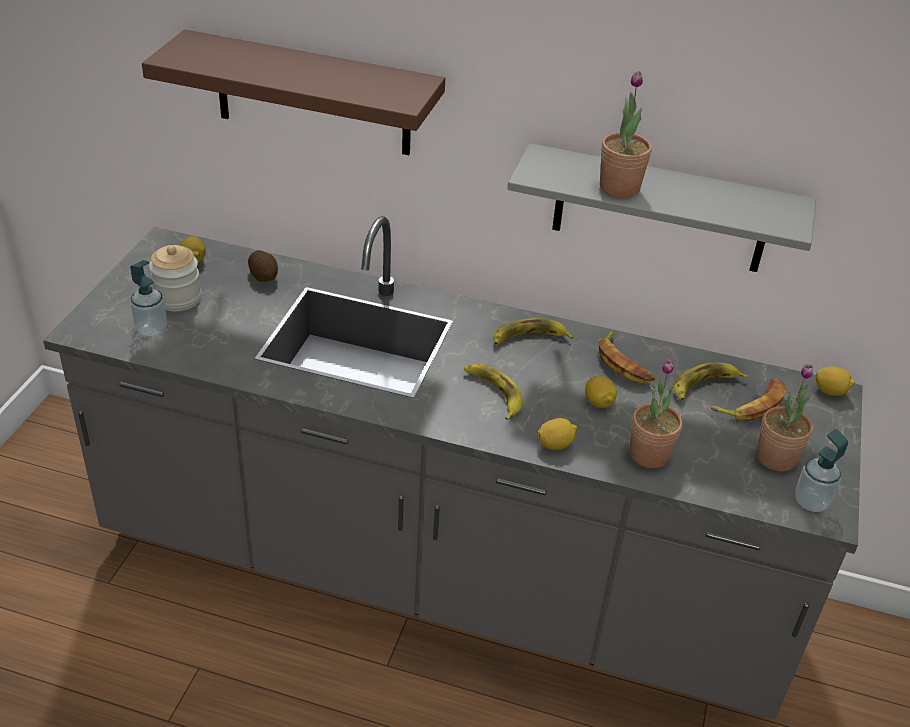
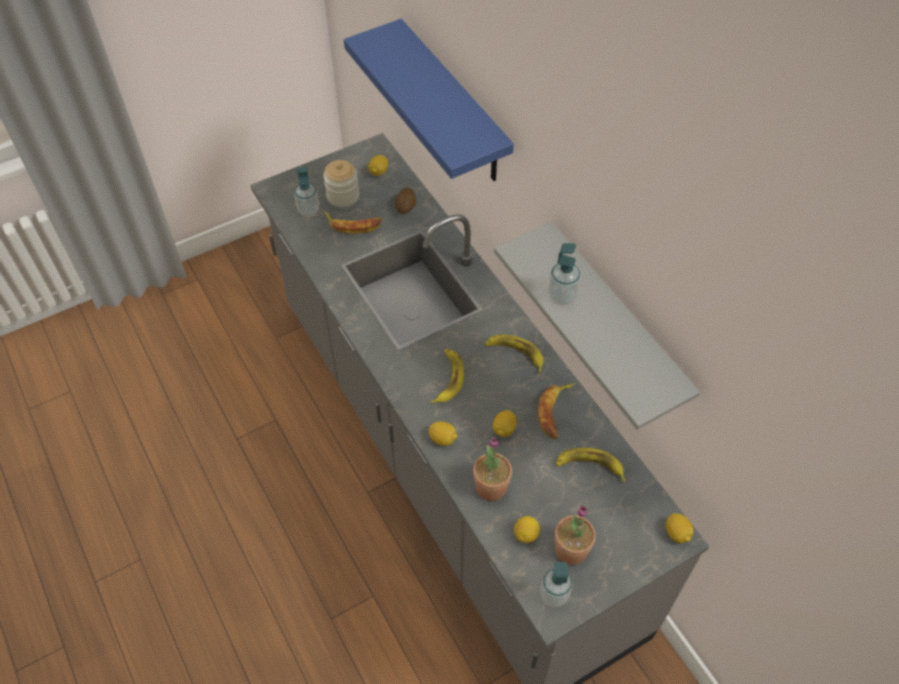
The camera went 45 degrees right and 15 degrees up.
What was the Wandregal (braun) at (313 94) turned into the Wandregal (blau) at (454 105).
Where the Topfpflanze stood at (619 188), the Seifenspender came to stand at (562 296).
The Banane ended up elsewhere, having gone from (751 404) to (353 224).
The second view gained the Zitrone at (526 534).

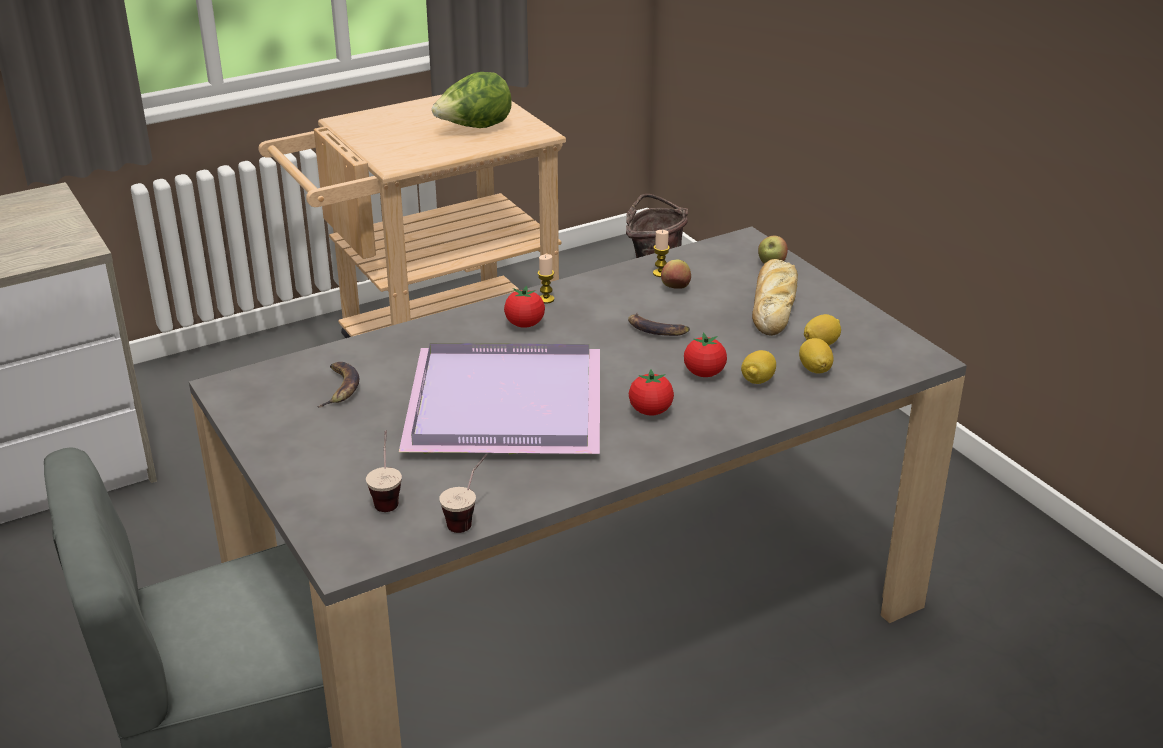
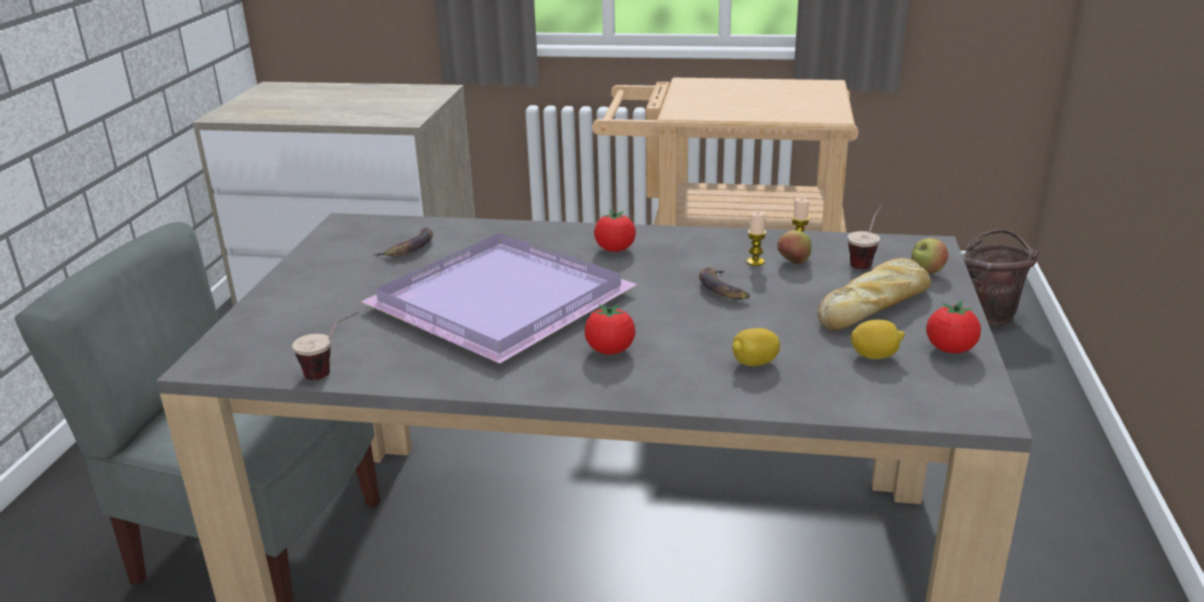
The camera went 40 degrees right and 5 degrees down.
The second view lost the Salatkopf at (474 128).
The Kerze ended up elsewhere, having gone from (546 299) to (755 262).
The Tomate ended up elsewhere, having gone from (704 373) to (950 349).
The second view lost the Zitrone at (814 369).
The Tasse ended up elsewhere, having gone from (387 496) to (866 261).

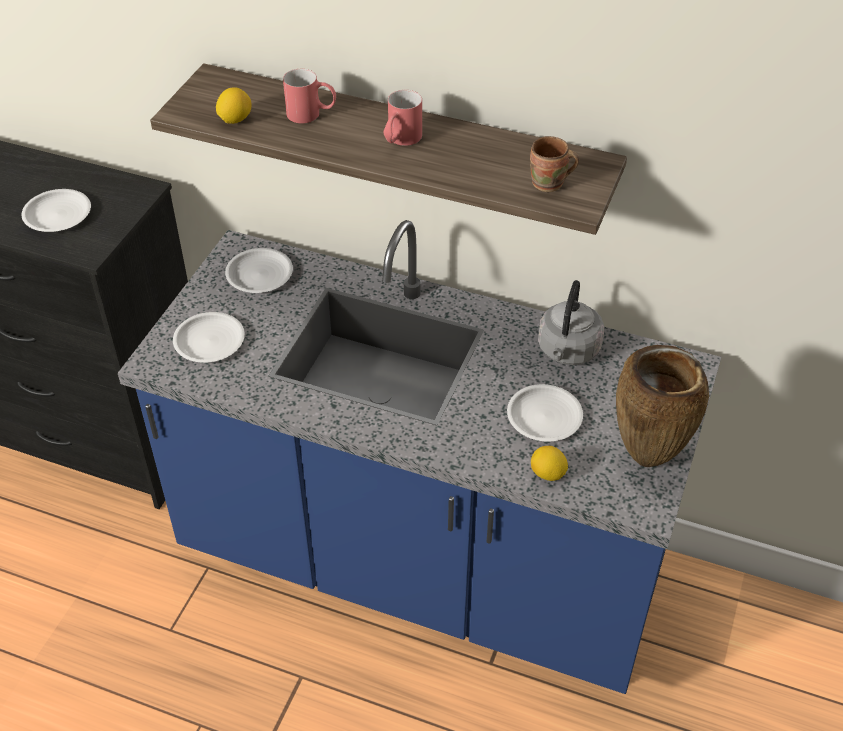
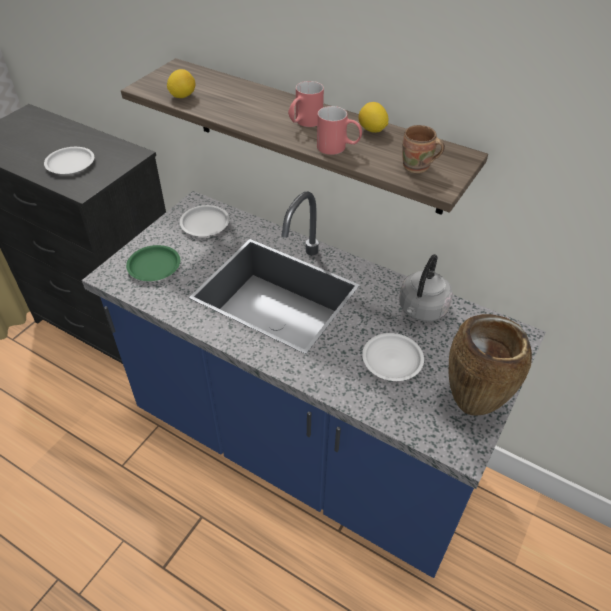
The camera went 10 degrees right and 0 degrees up.
The Henkelbecher (rot) ended up elsewhere, having gone from (312 114) to (338 148).
What was the Teller (weiß) at (209 341) turned into the Teller (grün) at (153 266).
The Zitrone ended up elsewhere, having gone from (547 474) to (372 130).

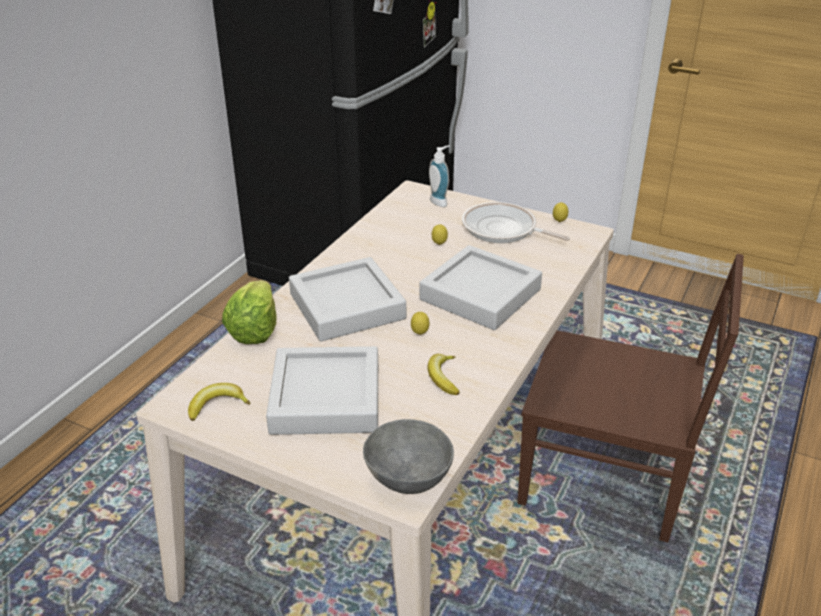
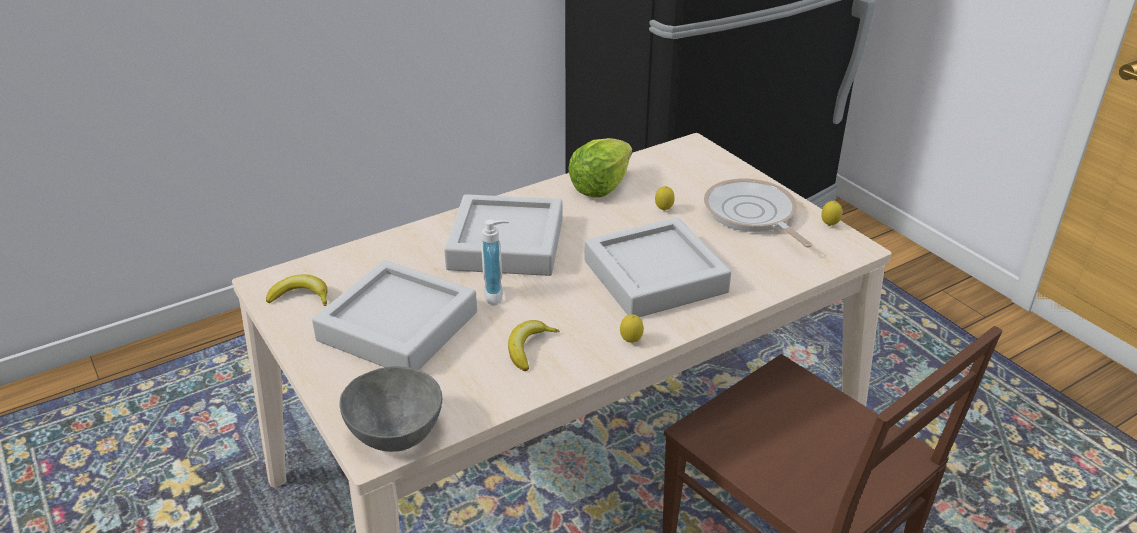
The camera went 30 degrees right and 0 degrees up.
The Seifenspender ended up elsewhere, having gone from (440 201) to (498 295).
The Salatkopf ended up elsewhere, having gone from (254 330) to (600 186).
The Zitrone ended up elsewhere, having gone from (420 334) to (631 342).

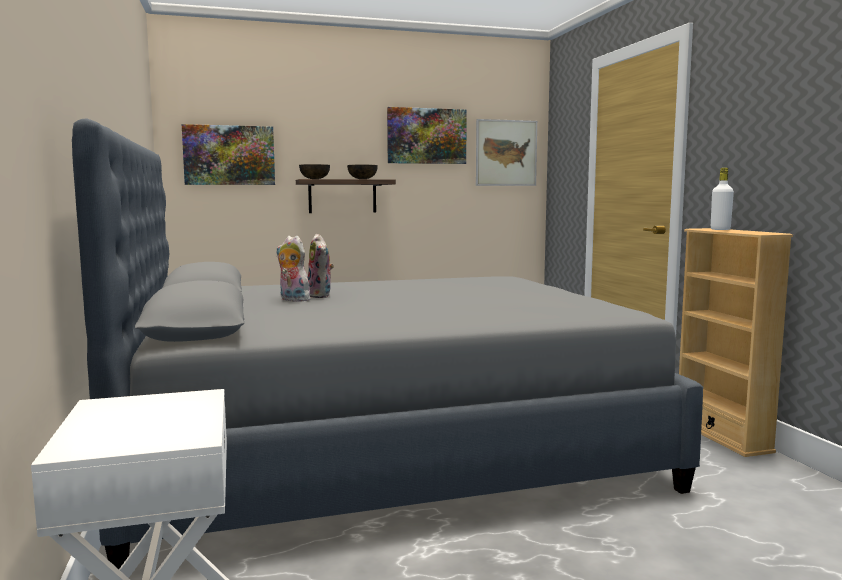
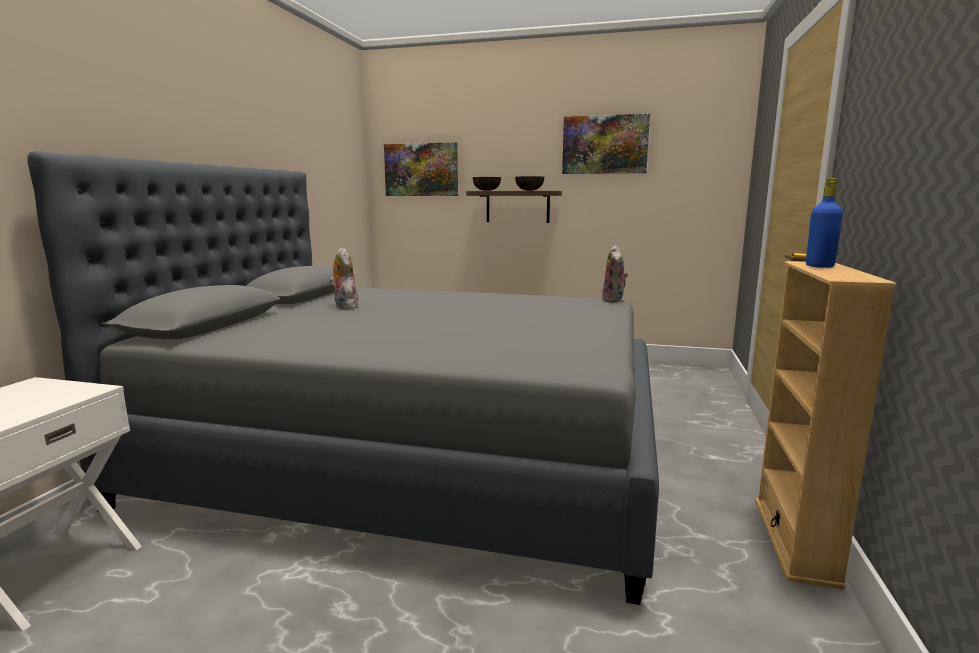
The camera went 30 degrees right and 5 degrees up.
The second view lost the Bild at (506 153).
What was the Flasche (weiß) at (720 229) turned into the Flasche (blau) at (819 266).
The Plüschtier ended up elsewhere, having gone from (321 296) to (614 300).

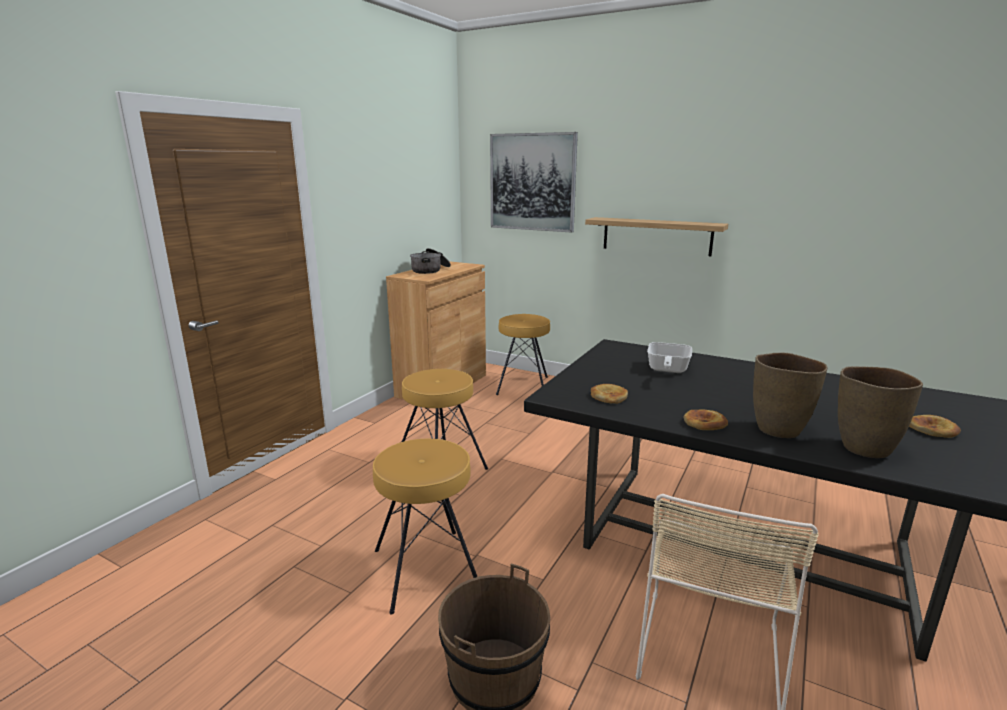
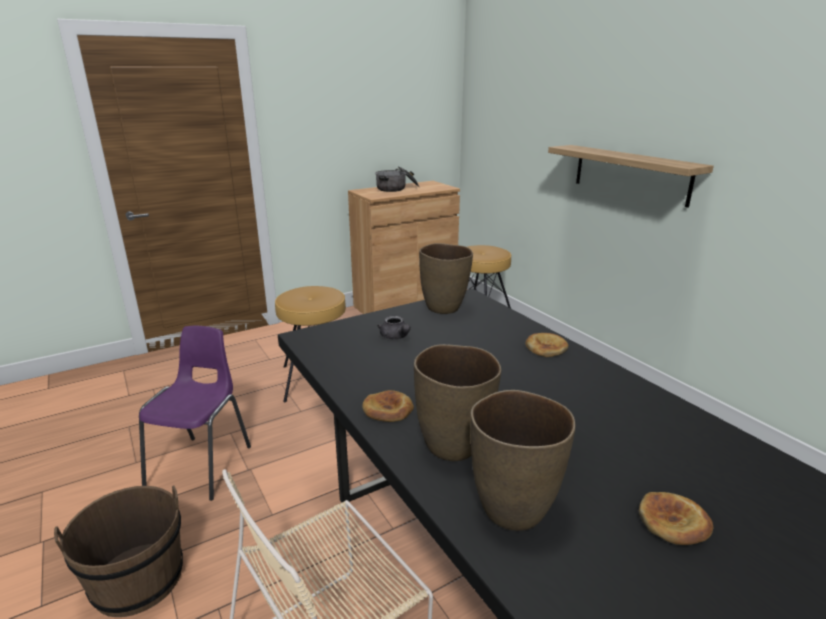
The camera went 30 degrees right and 5 degrees up.
The second view lost the Bild at (532 182).
The second view lost the Pfanne at (666 370).
The Brot ended up elsewhere, having gone from (608 396) to (546 347).
Where the Hocker (braun) stood at (427 569), the Stuhl (lila) came to stand at (202 465).
The second view gained the Vase (braun) at (444 308).
The second view gained the Teekanne (grau) at (395 337).

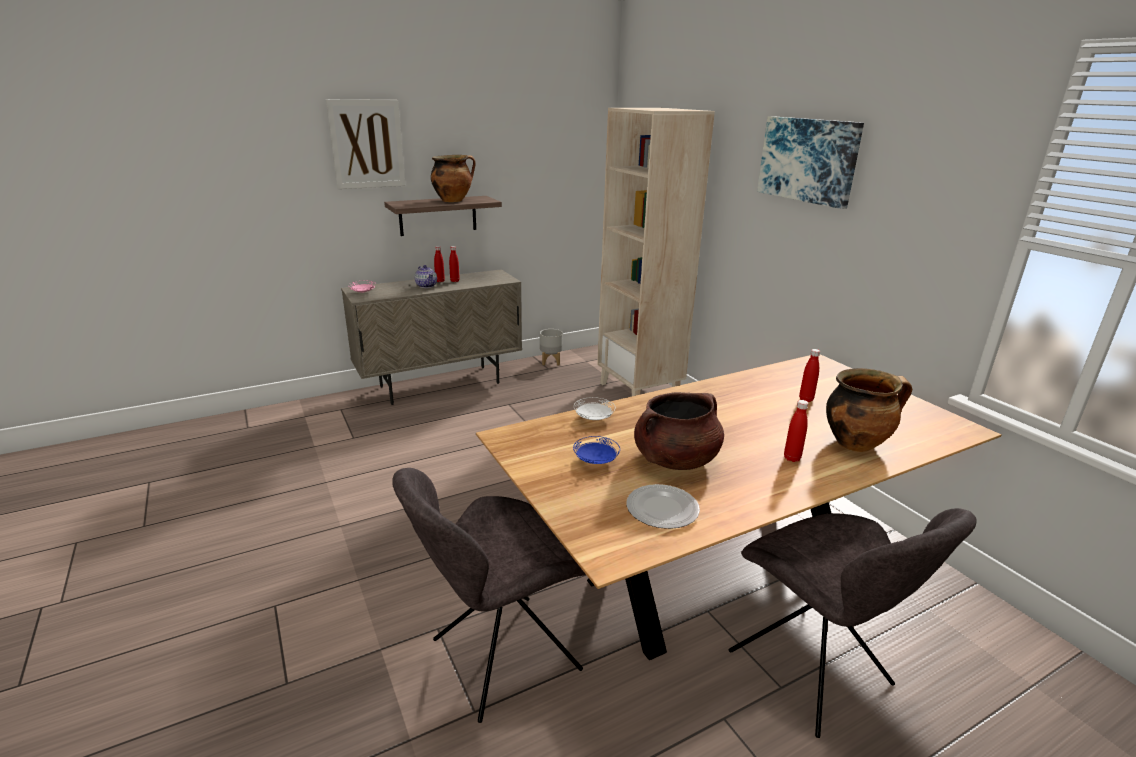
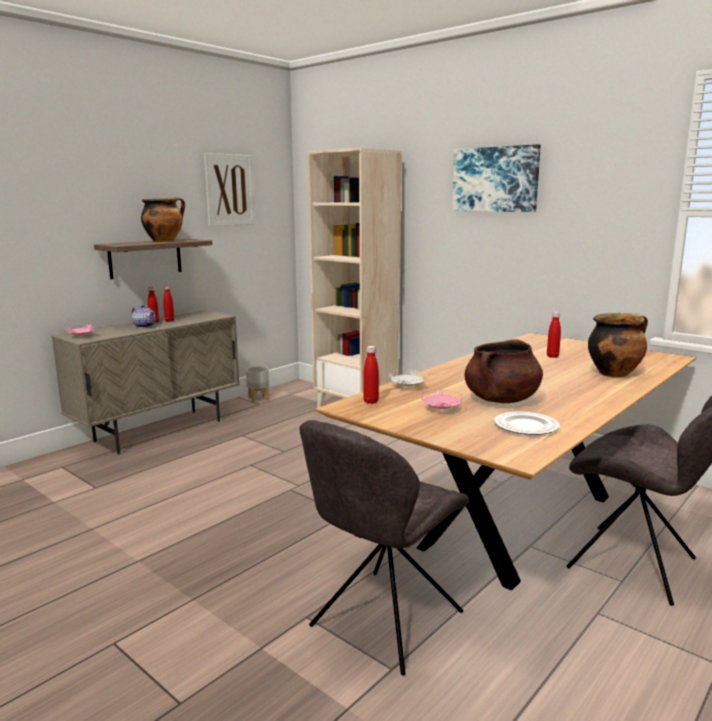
The camera went 20 degrees left and 10 degrees down.
The Bild ended up elsewhere, having gone from (367 144) to (230 190).
The Flasche (rot) ended up elsewhere, having gone from (792 458) to (371 401).
What was the Teller (blau) at (595 461) turned into the Teller (rosa) at (441 409).

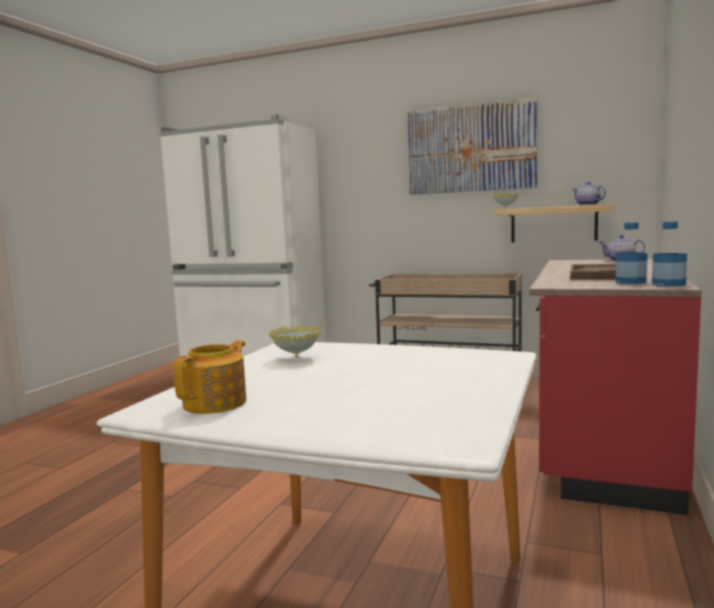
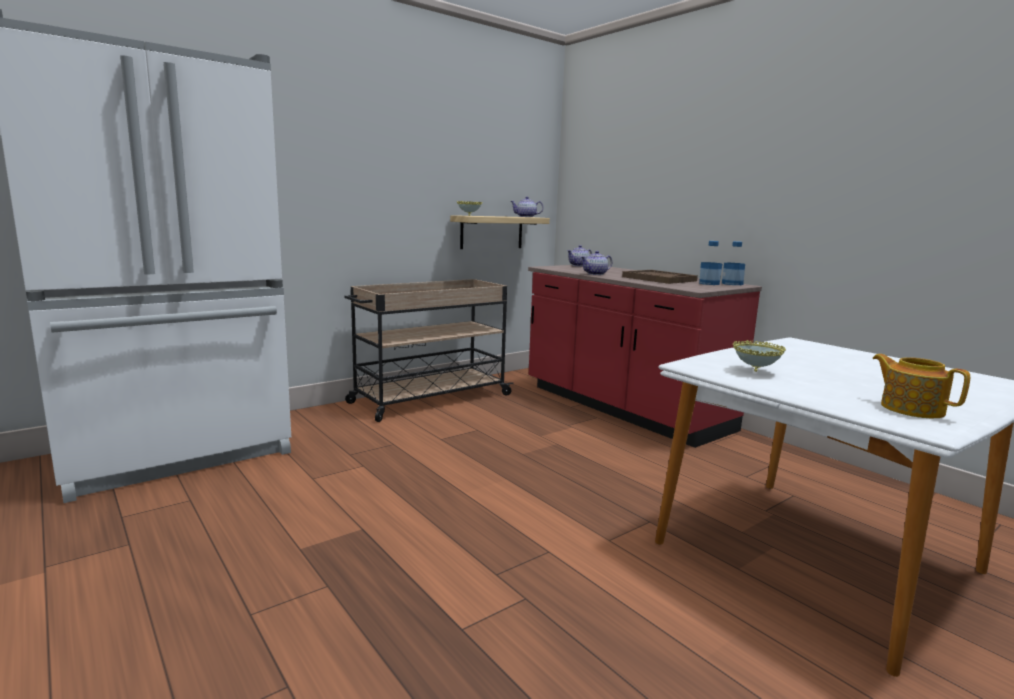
The camera went 60 degrees left and 5 degrees up.
The second view lost the Bild at (470 148).
The second view gained the Teekanne at (596 274).

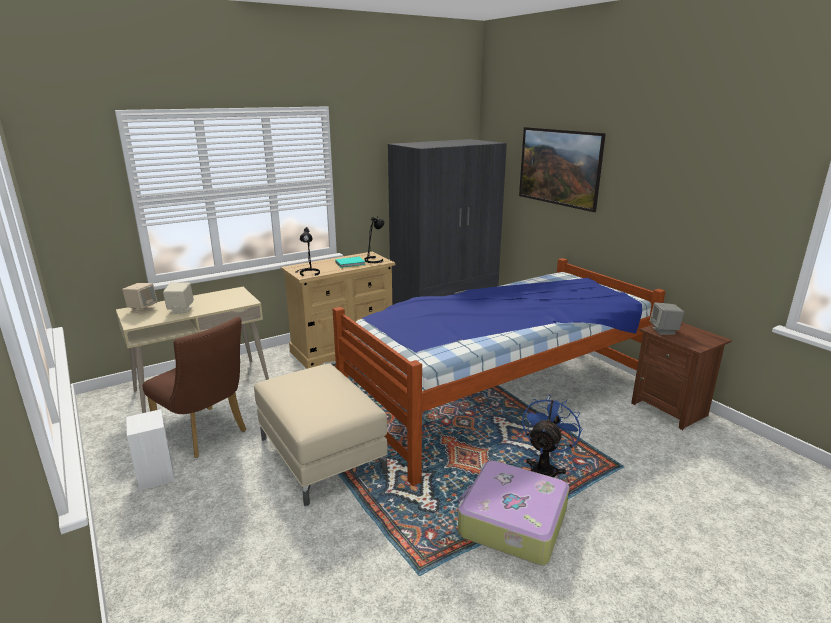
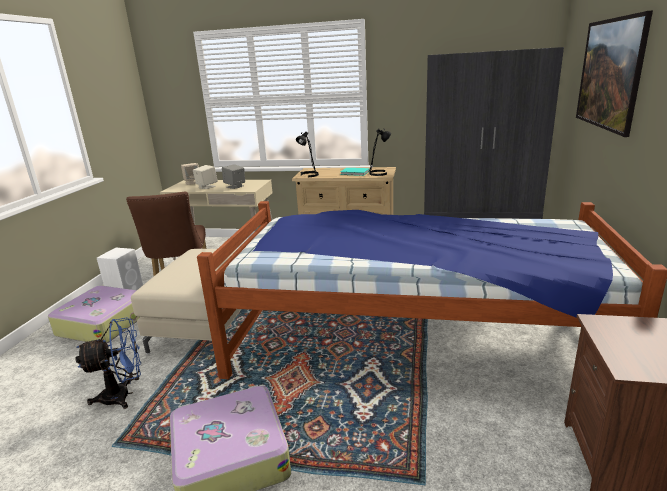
The camera went 45 degrees right and 0 degrees up.
The Lautsprecher (grau) ended up elsewhere, having gone from (664 331) to (235 186).
The Ventilator (blau) ended up elsewhere, having gone from (544 470) to (123 395).
The second view gained the Koffer at (104 323).

